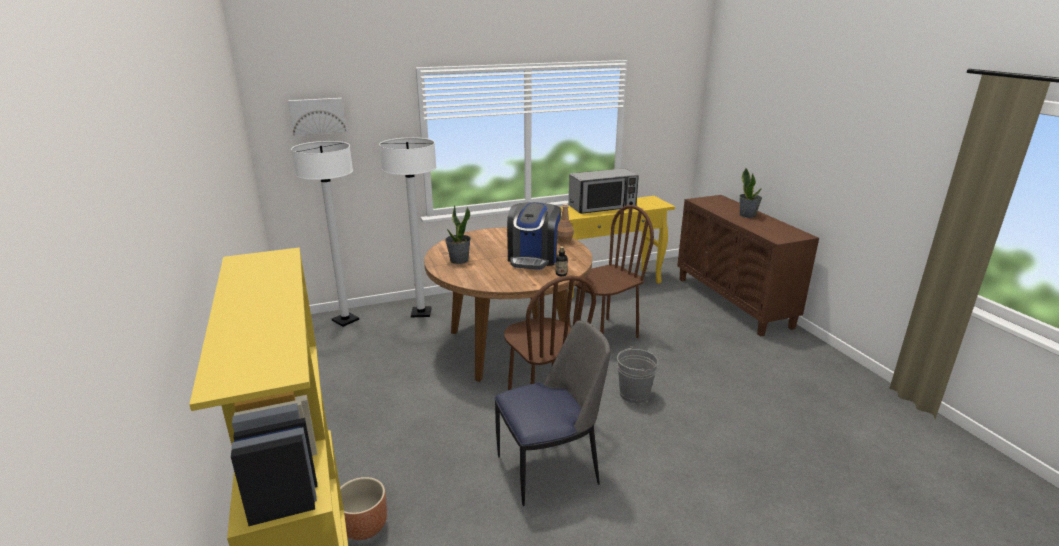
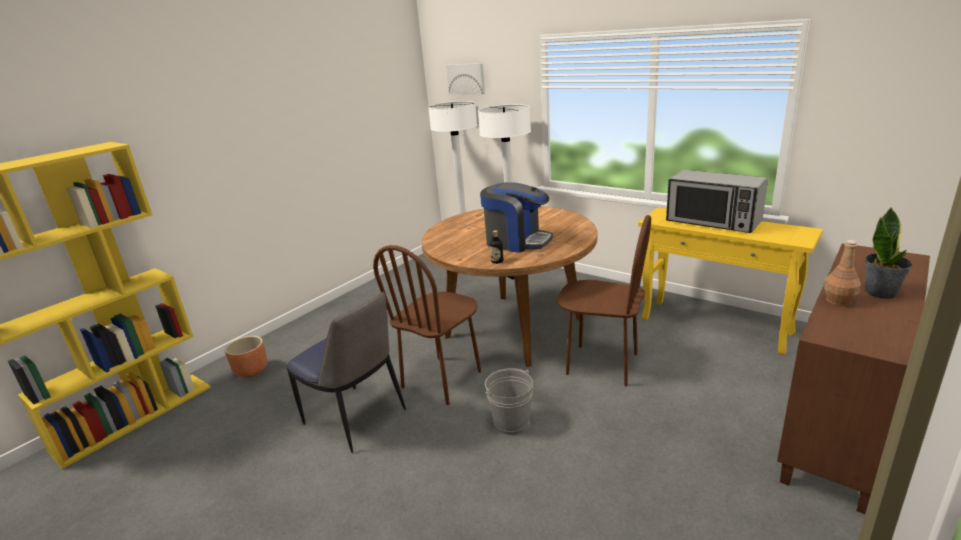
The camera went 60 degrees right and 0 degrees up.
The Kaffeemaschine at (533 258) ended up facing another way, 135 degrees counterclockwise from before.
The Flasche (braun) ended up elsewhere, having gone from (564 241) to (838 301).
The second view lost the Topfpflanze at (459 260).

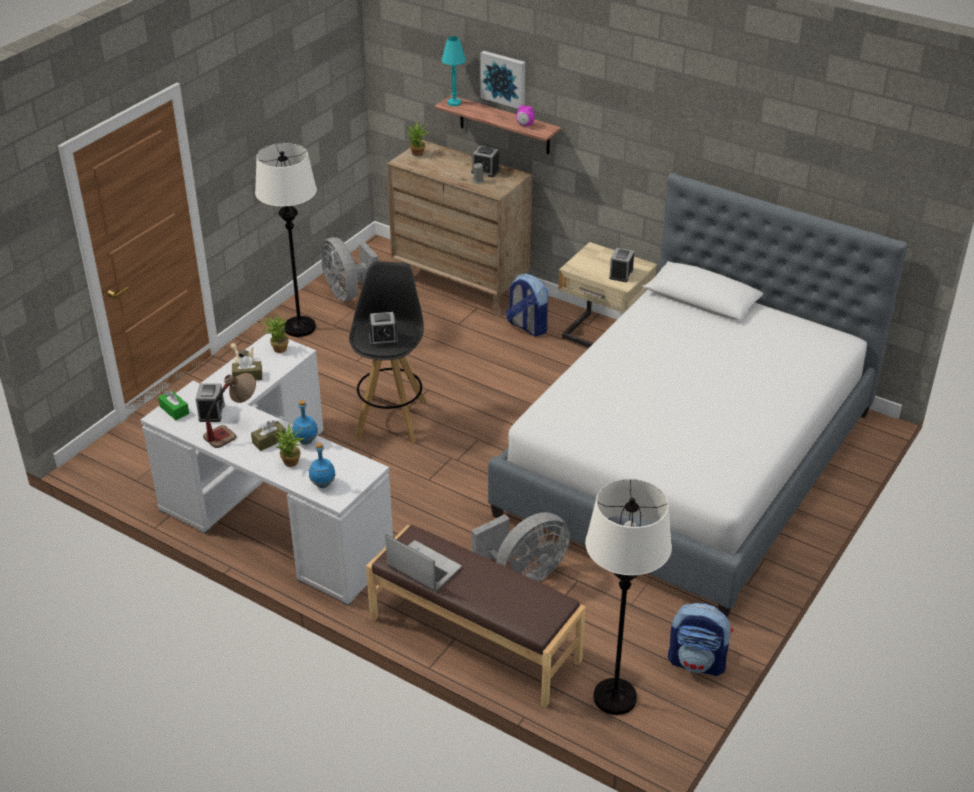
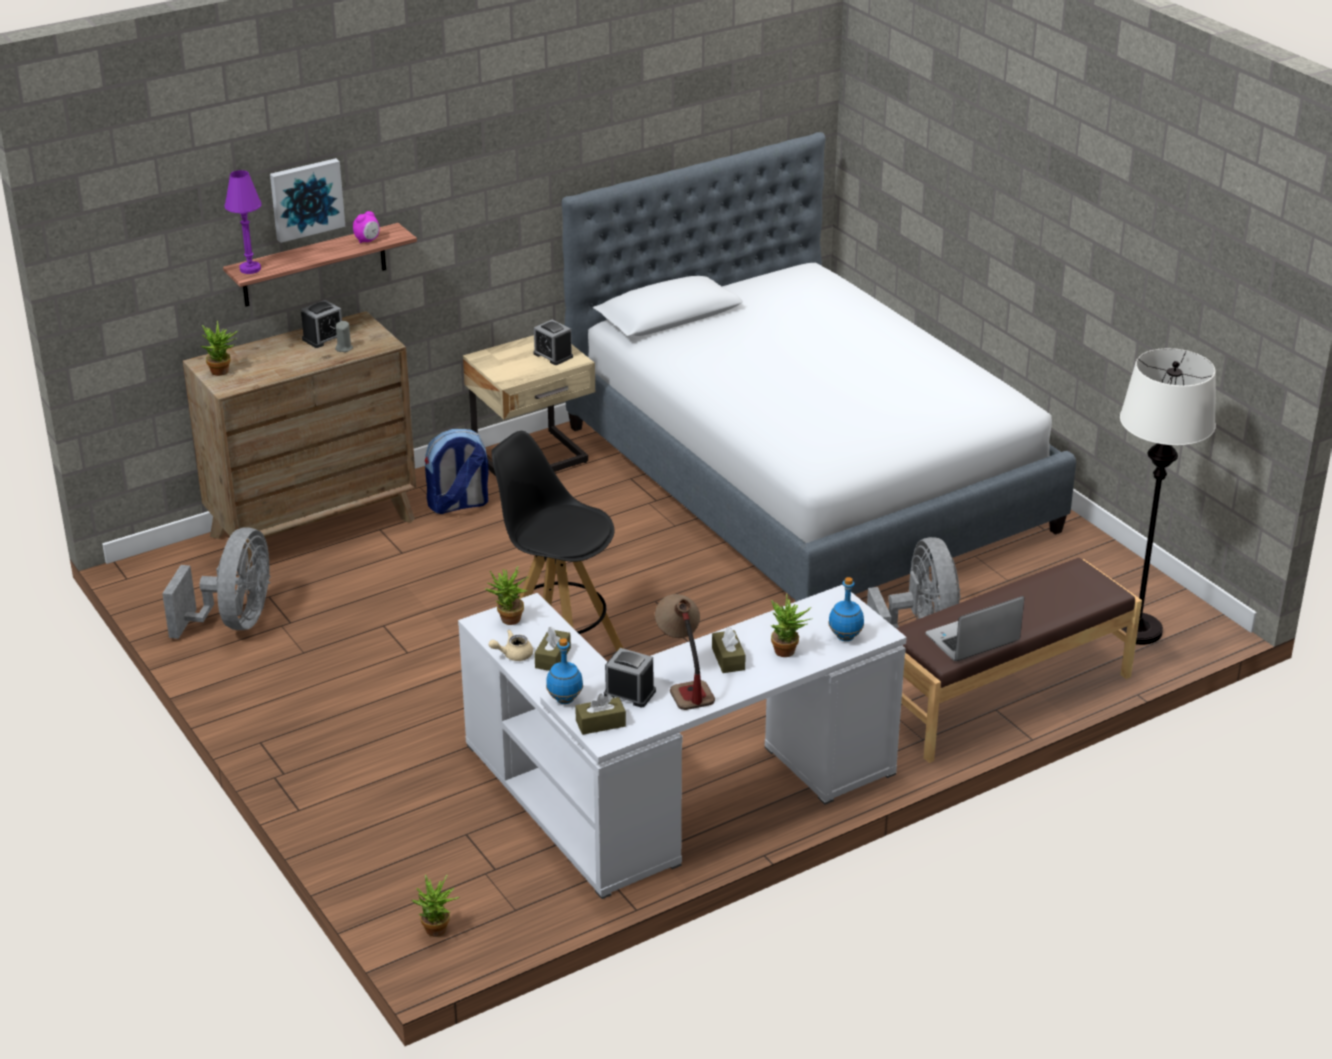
The camera went 65 degrees left and 5 degrees down.
What was the Tischlampe (türkis) at (454 103) turned into the Tischlampe (lila) at (250 269).
The second view lost the Stehlampe (weiß) at (300 327).
The Ventilator (grau) at (348 292) ended up facing another way, 75 degrees counterclockwise from before.
The second view lost the Wecker at (383 339).
What was the Taschentuchbox (grün) at (174 410) turned into the Taschentuchbox (braun) at (600 723).
The Flasche (blau) ended up elsewhere, having gone from (305 441) to (564 700).
The second view lost the Rucksack at (697 662).
The second view gained the Topfpflanze at (437 932).

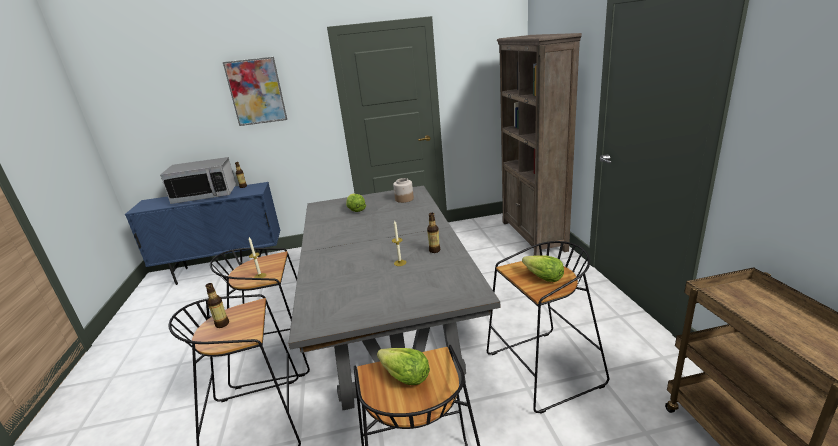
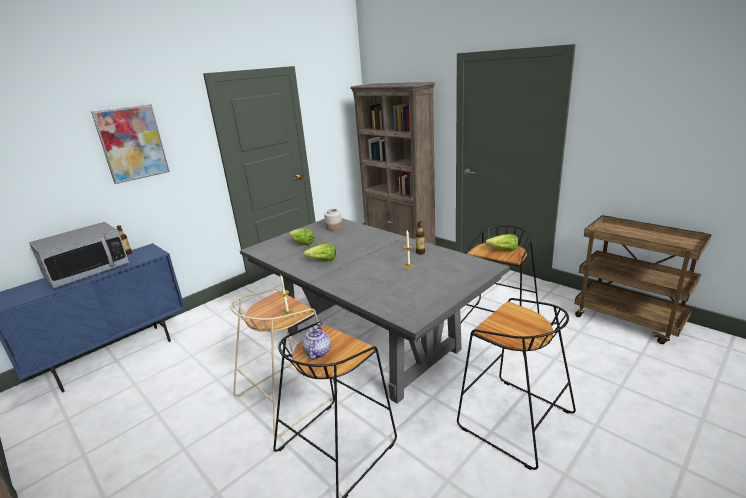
The camera went 35 degrees left and 0 degrees up.
What was the Hocker (schwarz) at (278 354) turned into the Hocker (beige) at (287 395).
Where the Flasche stood at (222 324), the Teekanne came to stand at (317 352).
The Salatkopf ended up elsewhere, having gone from (404 377) to (322 261).

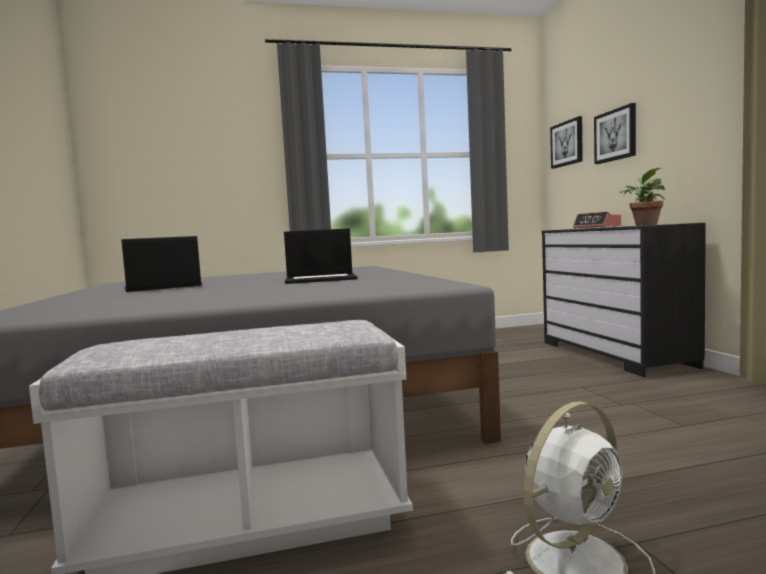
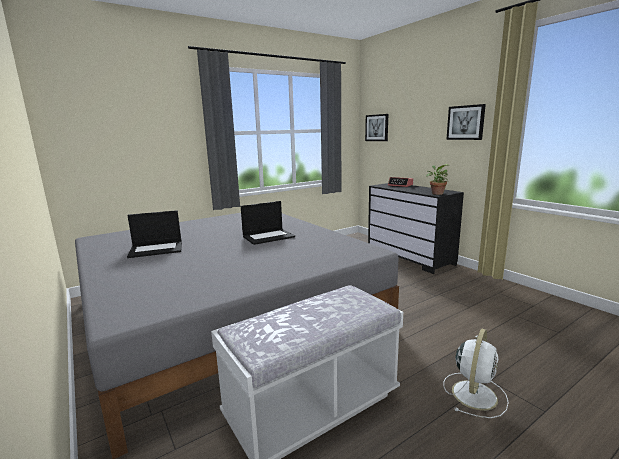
The camera went 20 degrees left and 10 degrees up.
The Bild ended up elsewhere, having gone from (615 135) to (465 122).
The Laptop at (162 287) ended up facing another way, 150 degrees counterclockwise from before.

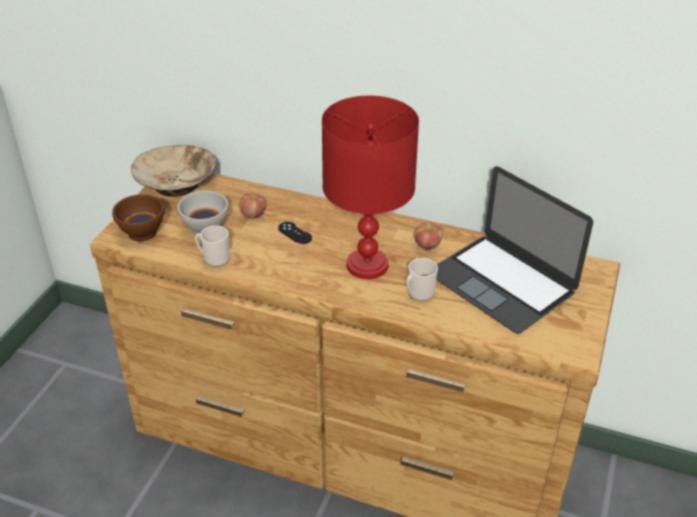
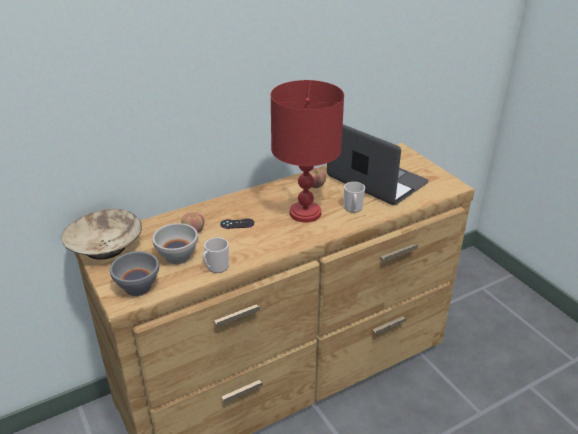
The camera went 50 degrees left and 5 degrees down.
The Laptop at (501 283) ended up facing another way, 135 degrees counterclockwise from before.
What was the Schüssel (braun) at (142 233) turned into the Schüssel (grau) at (138 287).

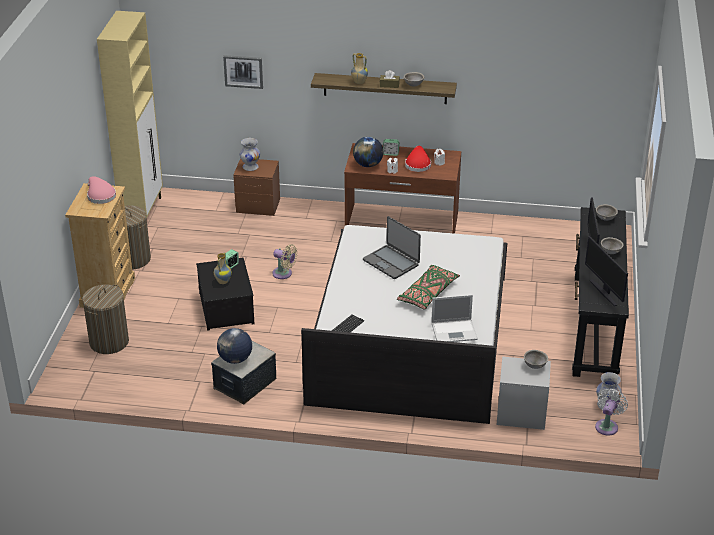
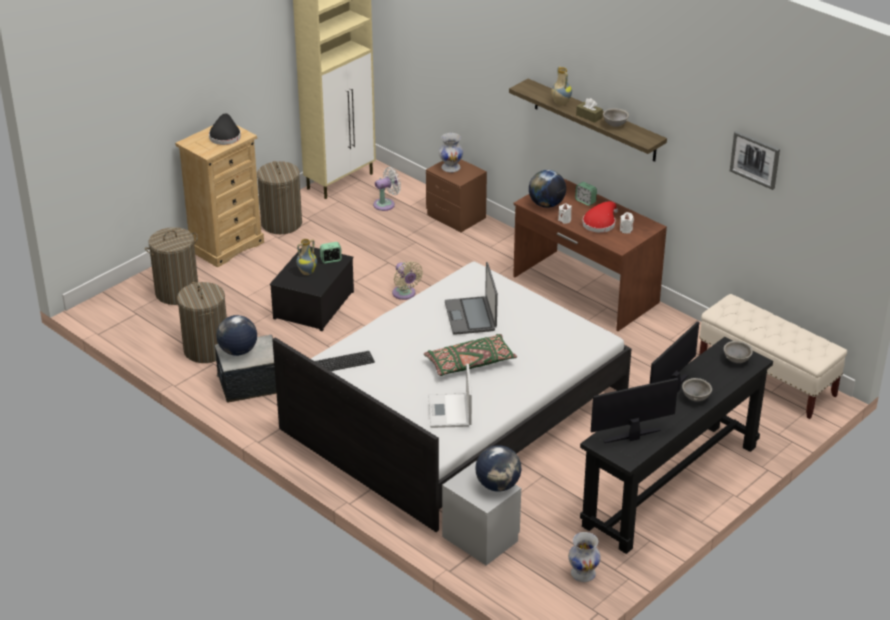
The camera went 35 degrees right and 0 degrees up.
The Bild ended up elsewhere, having gone from (243 71) to (755 159).
What was the Hut (rosa) at (100 196) turned into the Hut (schwarz) at (225 136).
The Monitor at (604 292) ended up facing another way, 60 degrees clockwise from before.
The Laptop at (455 331) ended up facing another way, 60 degrees clockwise from before.
Where the Schüssel (grau) stood at (535 366), the Globus came to stand at (498 485).
The Ventilator (weiß) ended up elsewhere, having gone from (607 426) to (386 204).
The second view gained the Wäschekorb at (206 349).
The second view gained the Bank (beige) at (767 379).

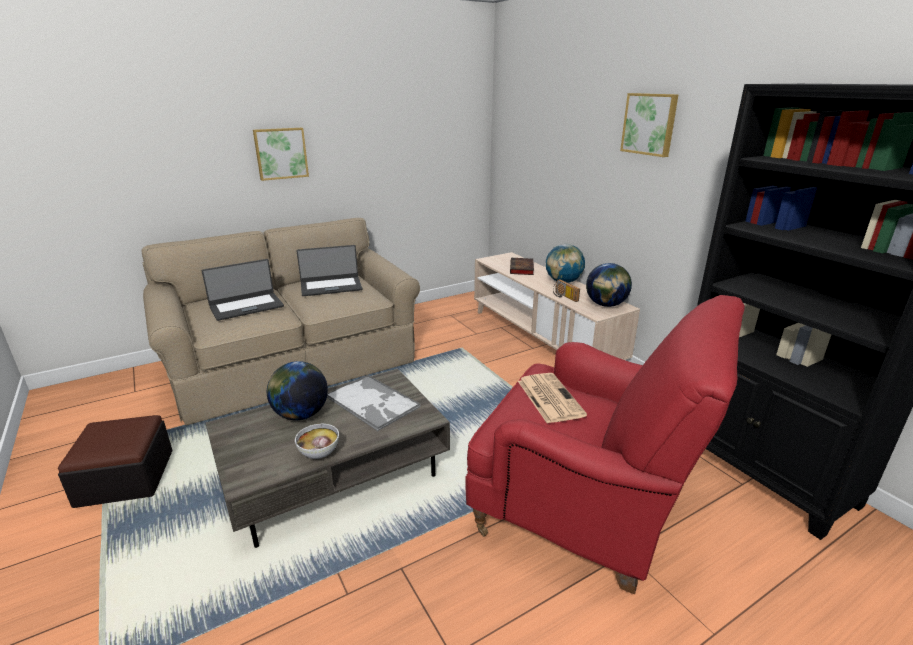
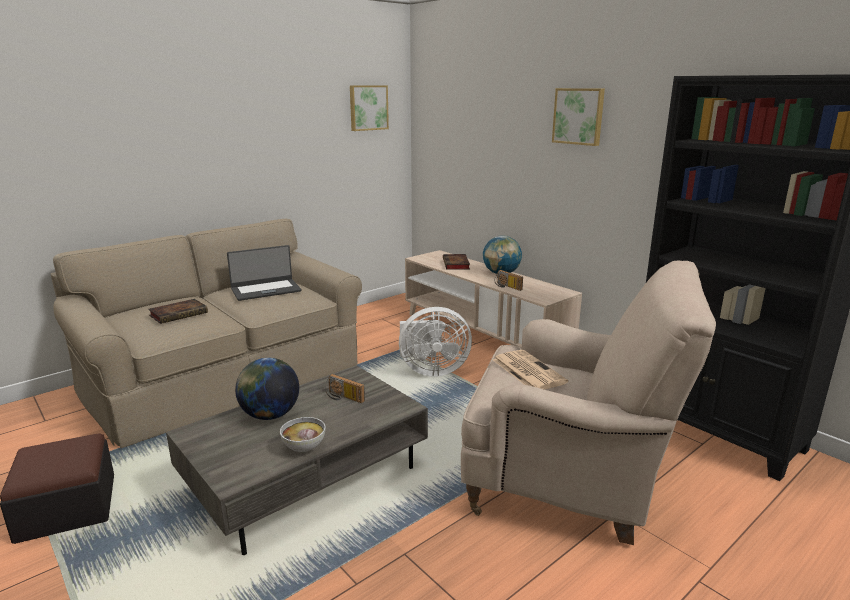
The camera went 10 degrees left and 5 degrees down.
The Bild ended up elsewhere, having gone from (281 153) to (368 107).
Where the Laptop stood at (246 306), the Buch came to stand at (180 314).
The second view lost the Globus at (606 305).
What was the Sessel (rot) at (585 512) turned into the Sessel (beige) at (568 483).
Where the Tablett stood at (373 403), the Radio came to stand at (343 398).
The second view gained the Ventilator (weiß) at (431 370).

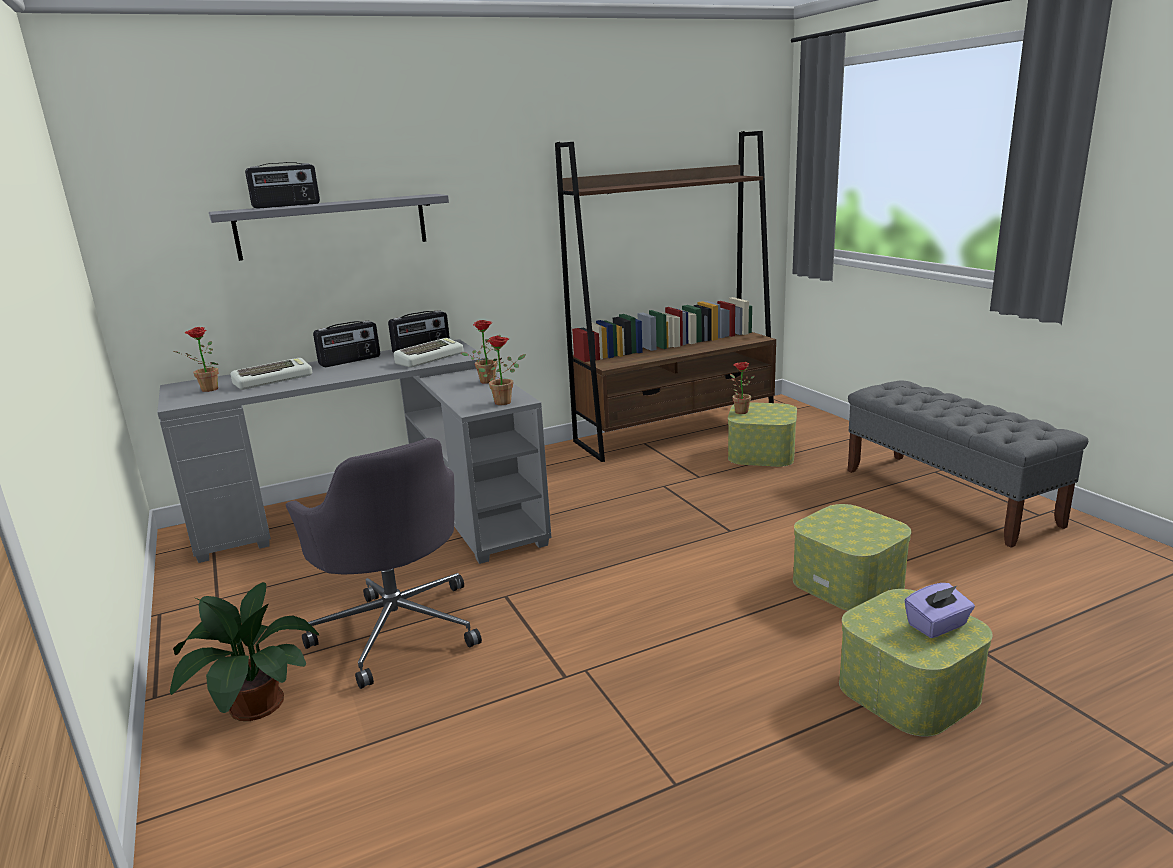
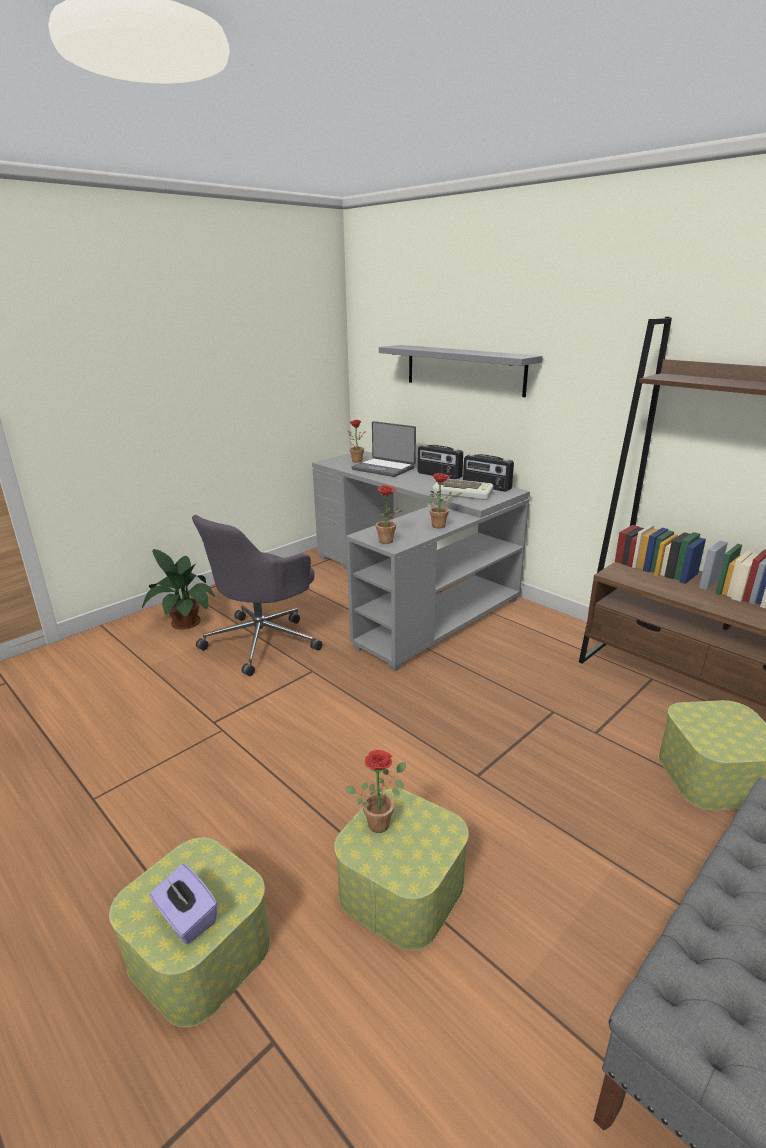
The camera went 70 degrees right and 5 degrees up.
The second view lost the Radio at (286 205).
Where the Tastatur stood at (273 379), the Laptop came to stand at (384 468).
The Topfpflanze ended up elsewhere, having gone from (739 411) to (381 821).

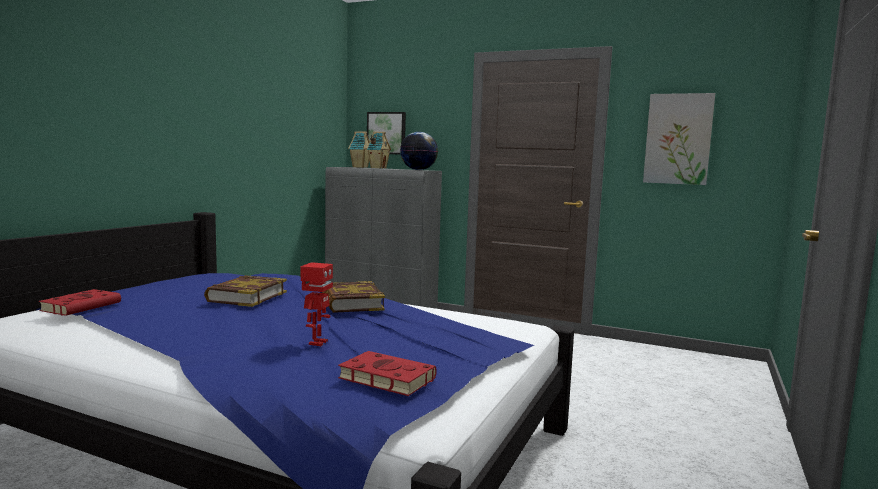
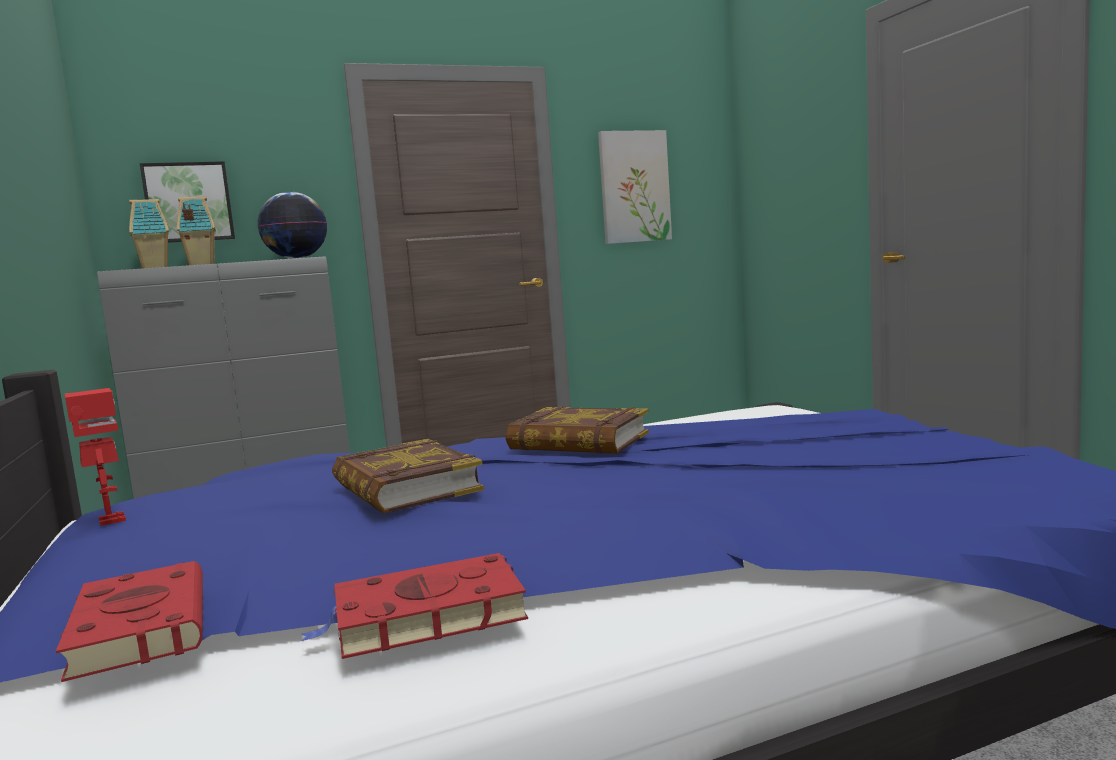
The camera went 45 degrees left and 0 degrees up.
The Spielzeugroboter ended up elsewhere, having gone from (317 343) to (110 520).
The Buch (rot) ended up elsewhere, having gone from (384 378) to (423 617).

